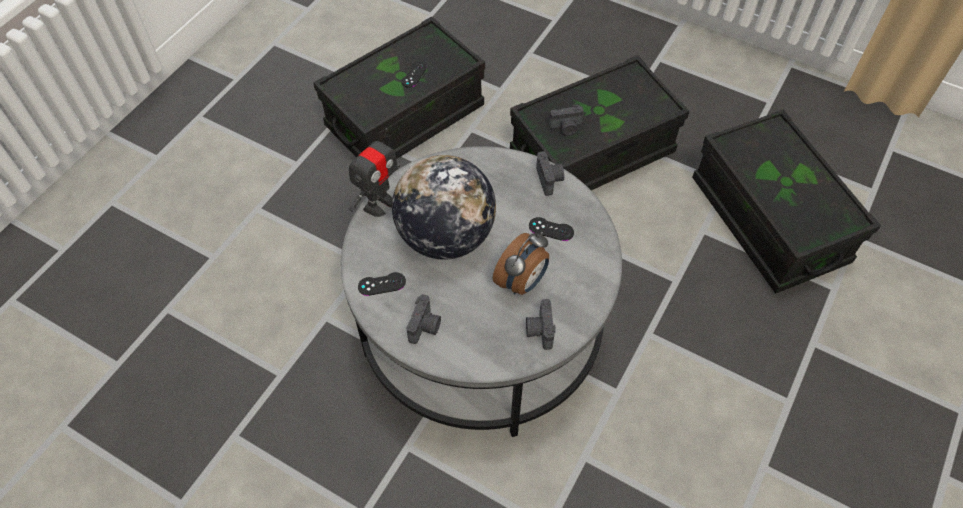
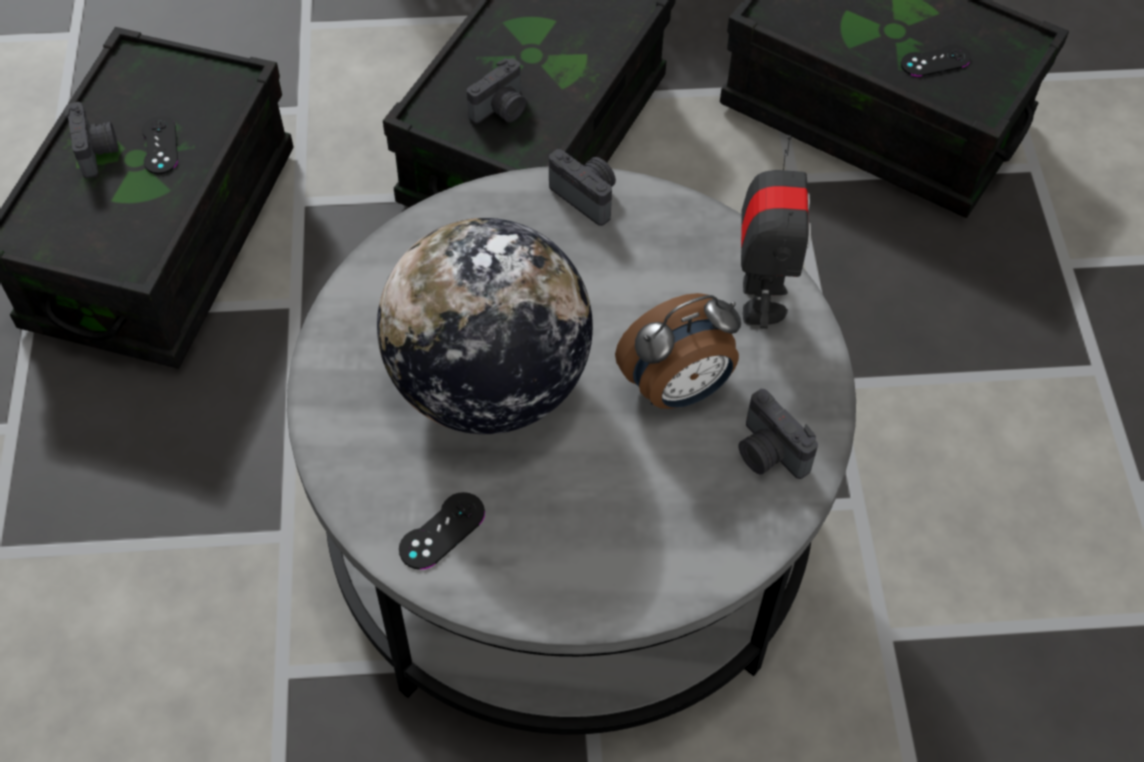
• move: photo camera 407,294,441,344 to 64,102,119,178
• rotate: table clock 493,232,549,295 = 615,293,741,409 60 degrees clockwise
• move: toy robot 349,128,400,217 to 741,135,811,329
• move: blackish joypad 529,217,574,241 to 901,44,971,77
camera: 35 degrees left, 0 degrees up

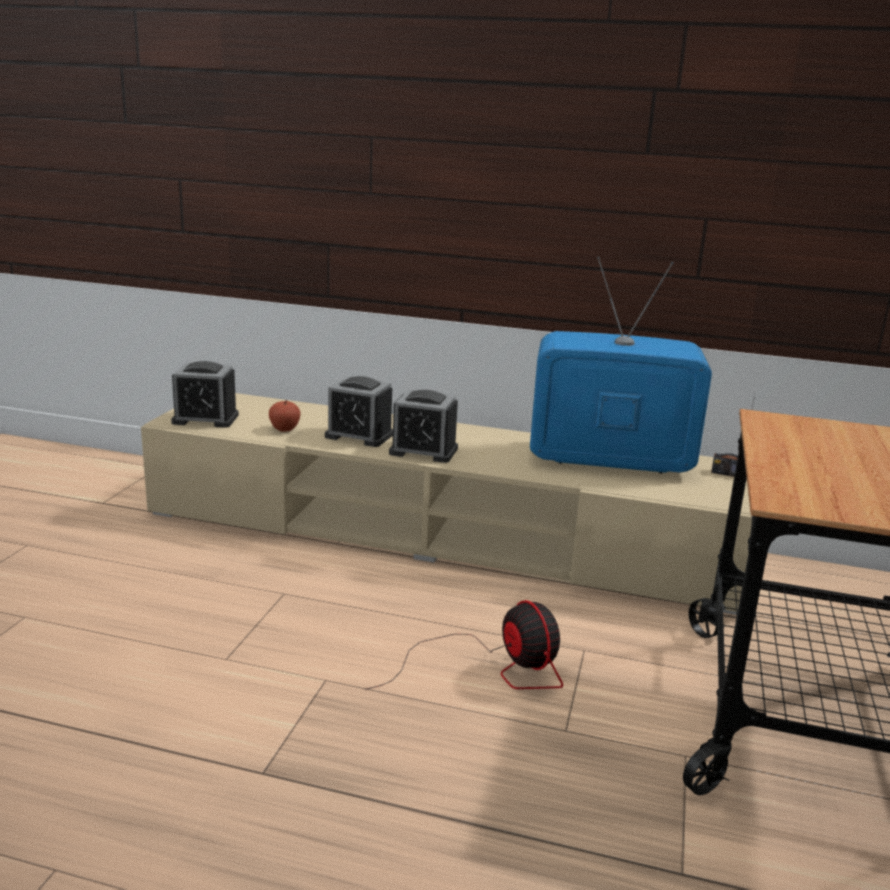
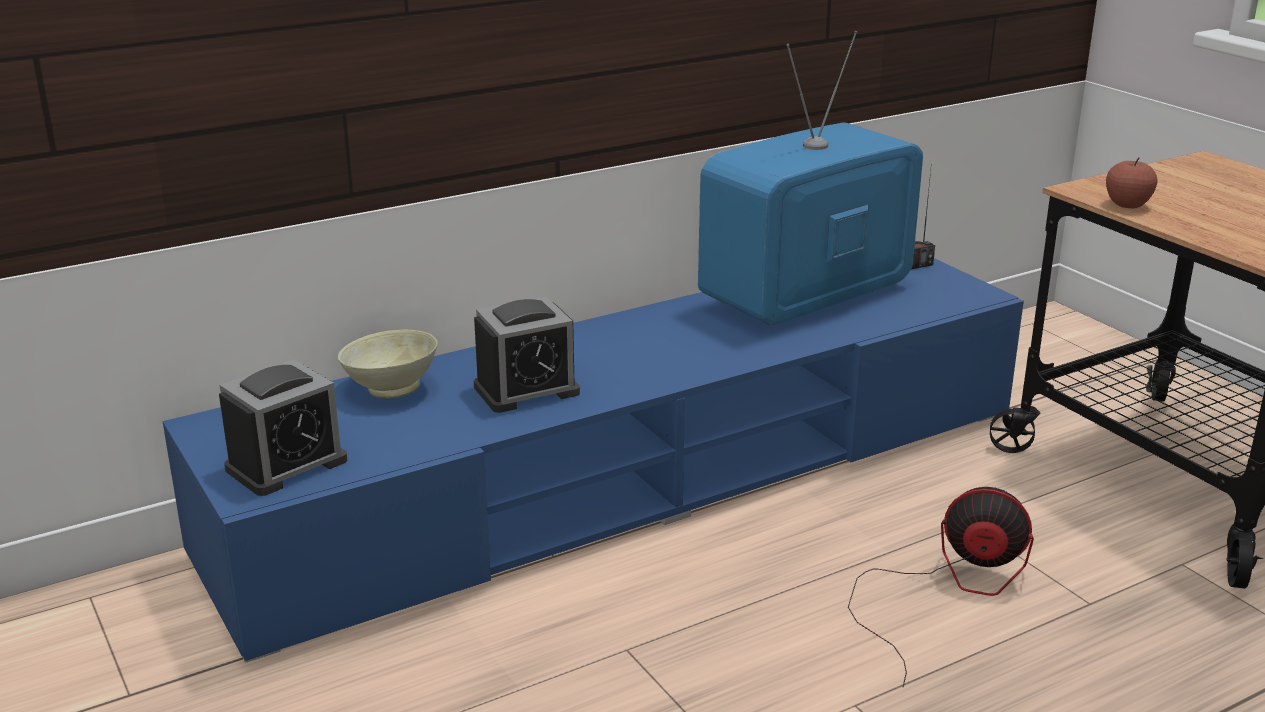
• recolor: beige-coloured tv unit 141,393,752,615 to blue-coloured tv unit 163,258,1024,663
• insert: beige-coloured deep dish 338,330,438,399
• move: apple fruit 269,400,300,432 to 1106,158,1157,208
• delete: table clock 389,390,458,463
camera: 45 degrees left, 5 degrees up

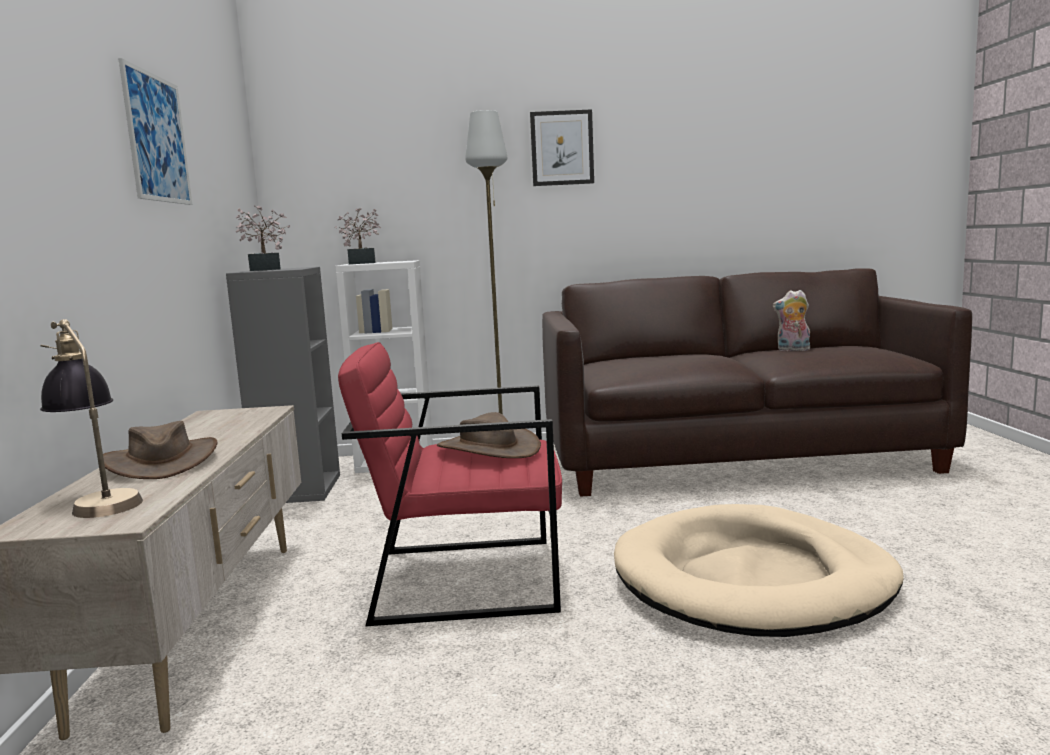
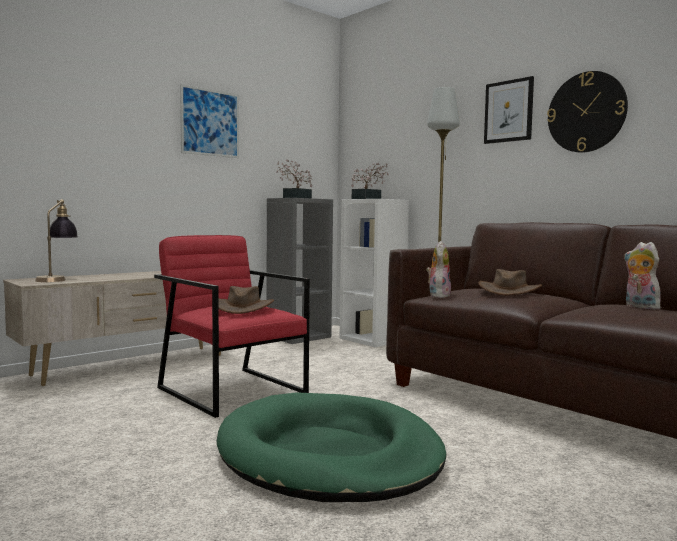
• recolor: beige-coloured dog cushion 614,504,904,637 to greenish dog cushion 216,392,446,502
• insert: plush toy 426,241,451,298
• move: brownish hat 103,421,217,479 to 478,269,542,295
• insert: hanging clock 547,71,628,153
camera: 50 degrees right, 5 degrees down

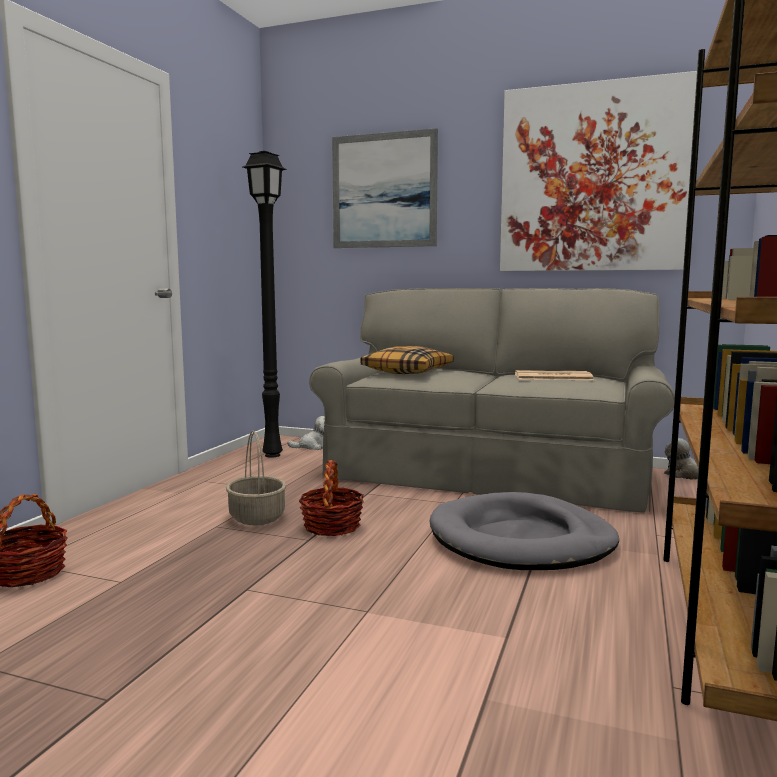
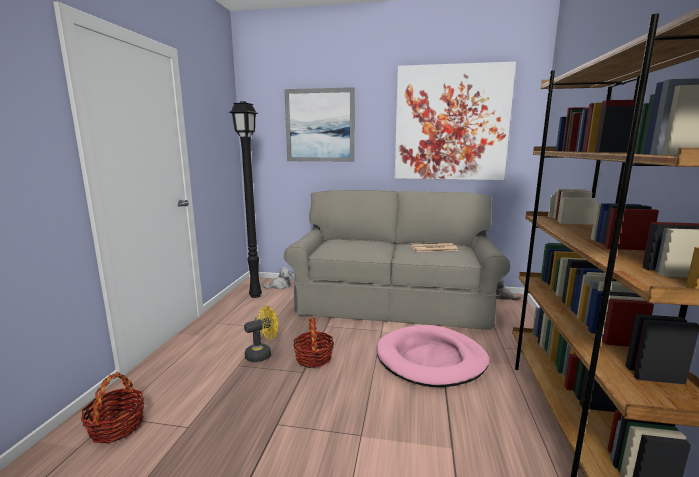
• replace: storage basket 226,431,286,525 to yellow fan 244,306,278,362
• recolor: gray dog cushion 430,492,619,570 to pink-coloured dog cushion 377,325,489,387
• delete: throw pillow 360,346,454,374
camera: 10 degrees left, 5 degrees up

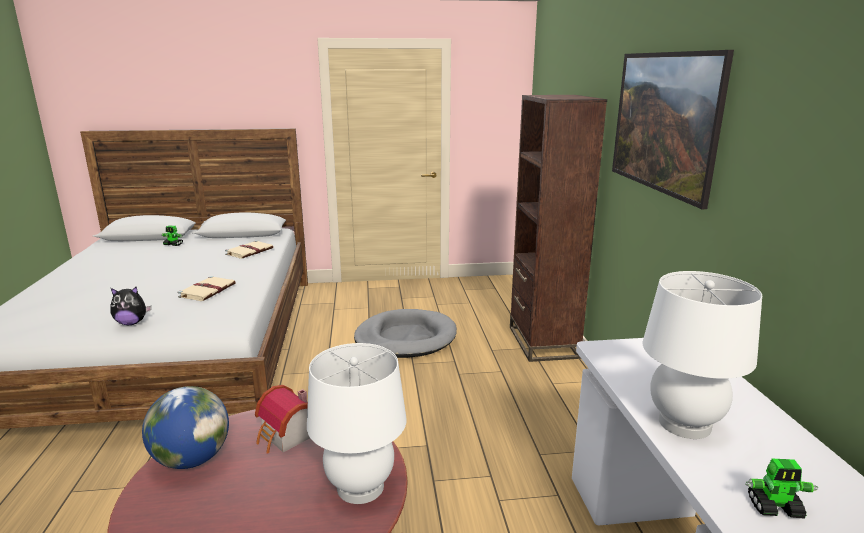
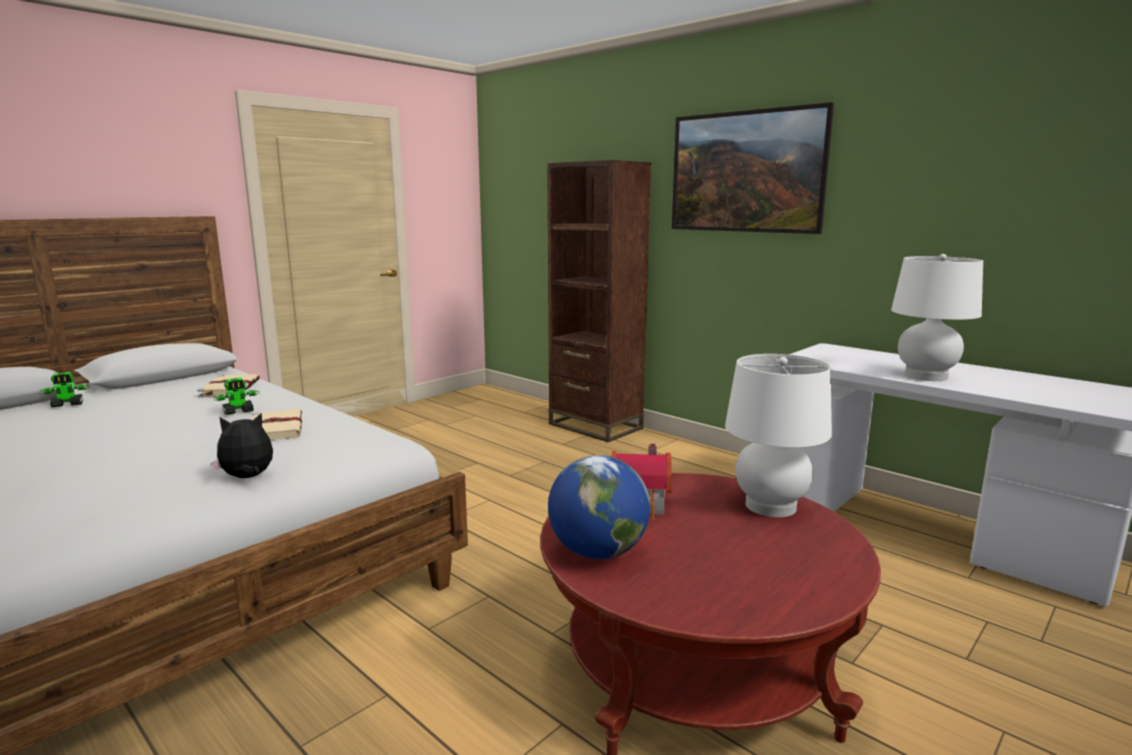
• rotate: plush toy 110,287,151,325 = 210,413,273,478 150 degrees counterclockwise
• move: toy robot 745,459,818,519 to 213,378,260,415
• delete: gray dog cushion 354,309,457,358
camera: 40 degrees left, 5 degrees down

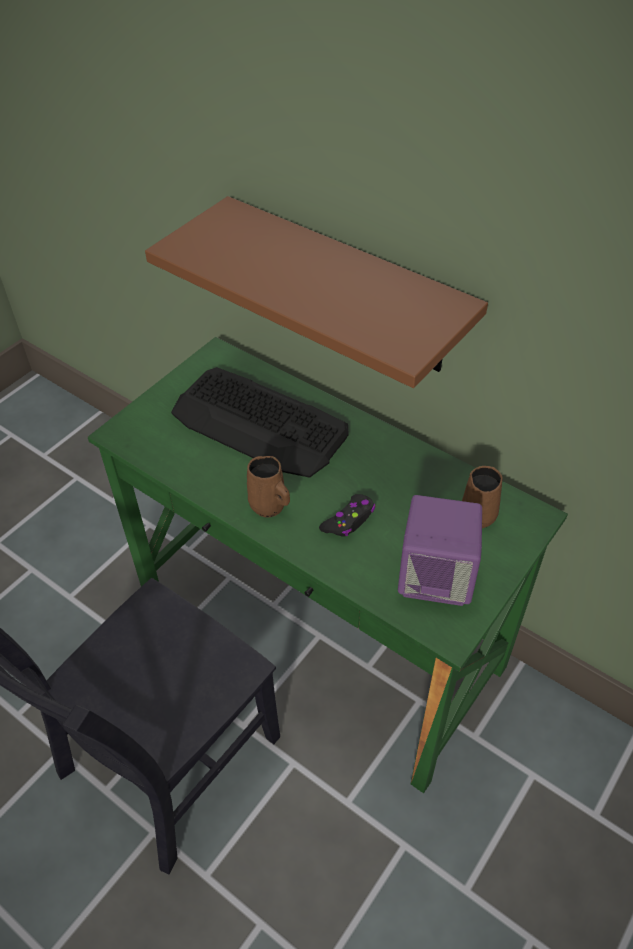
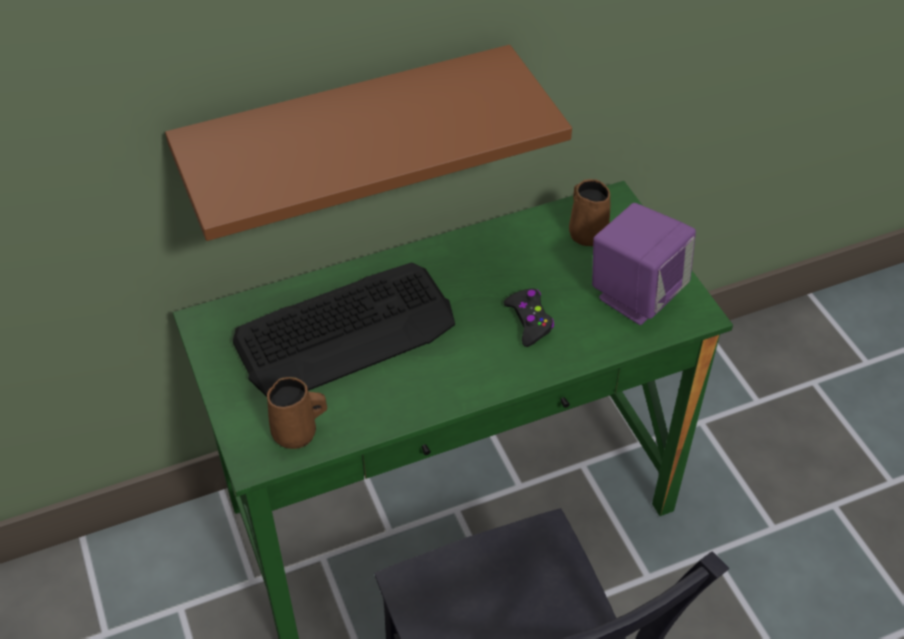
• move: brownish tea mug 247,456,290,518 to 267,377,327,449
camera: 60 degrees left, 0 degrees up

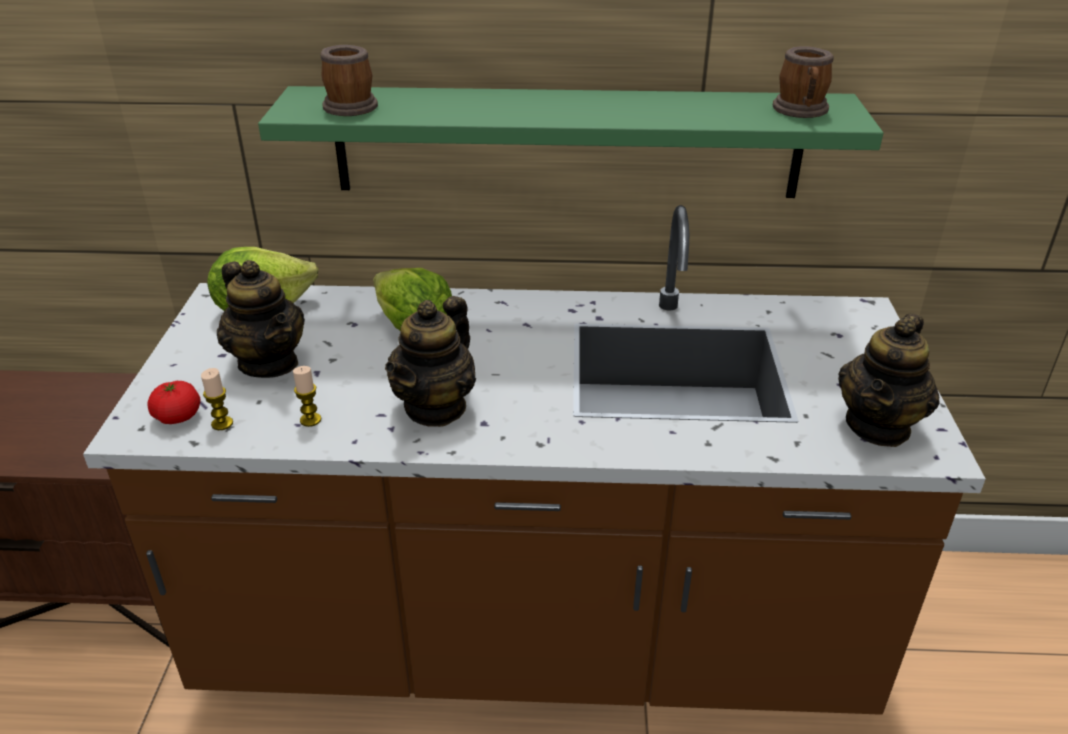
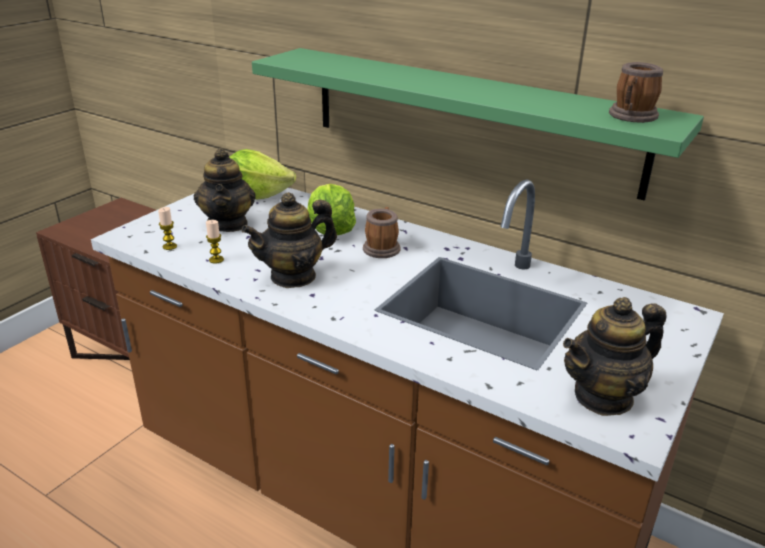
• move: tea mug 320,45,378,116 to 363,207,400,258
• delete: fresh tomato 147,381,201,424
camera: 30 degrees right, 5 degrees down

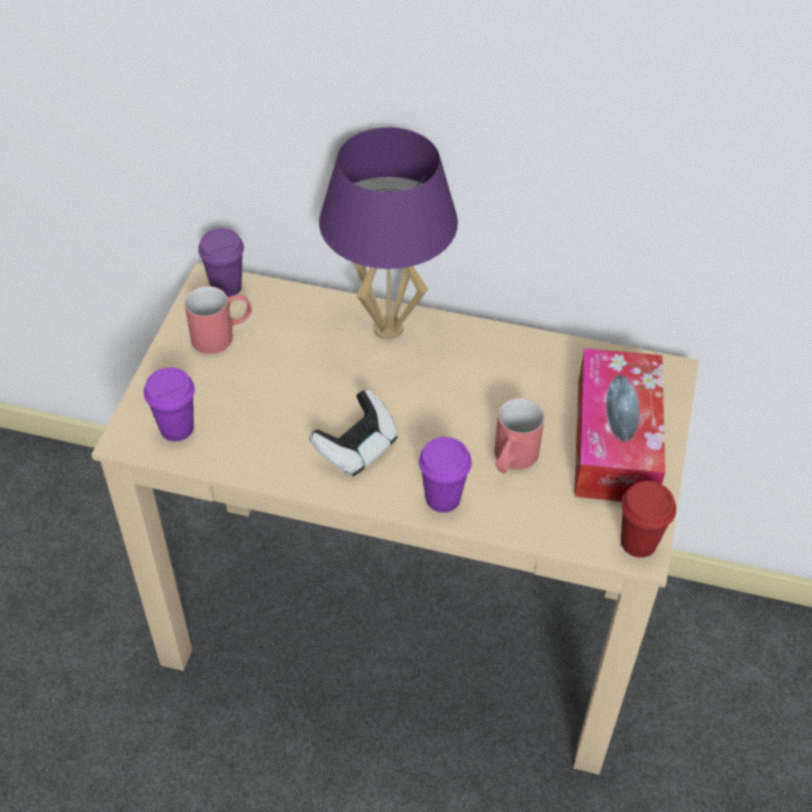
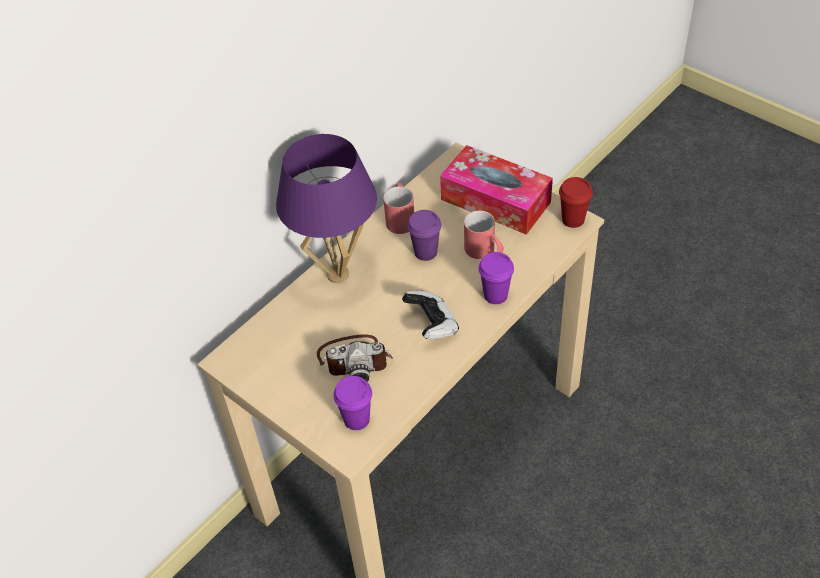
• insert: photo camera 317,334,393,382
• move: red tea mug 184,286,252,354 to 383,183,414,234
• move: purple-coloured small cup 198,228,244,297 to 407,210,441,261
camera: 60 degrees left, 0 degrees up

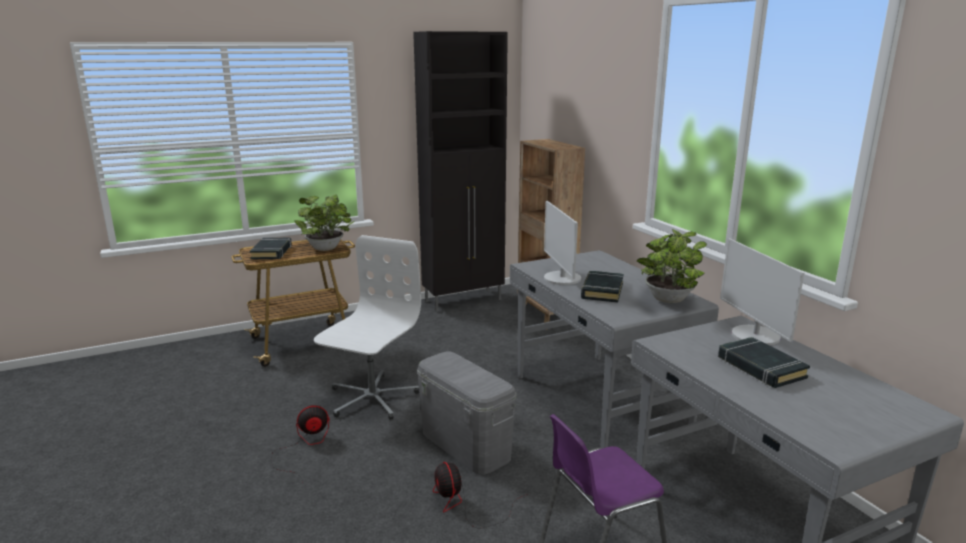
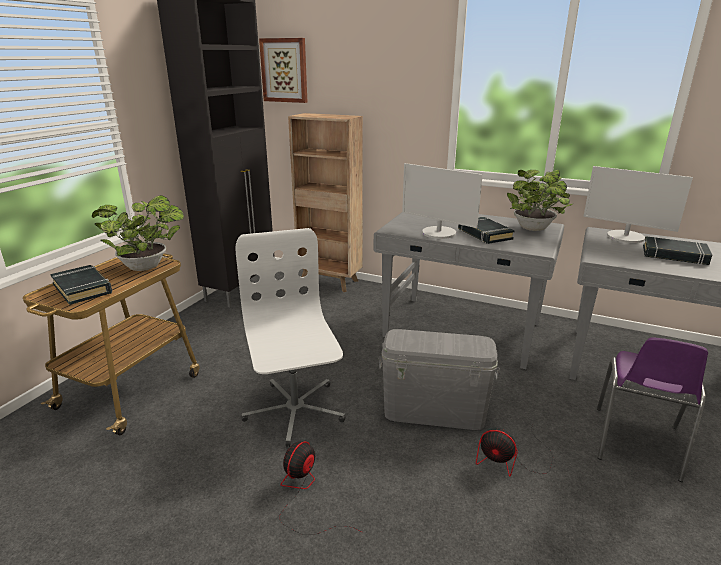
• insert: picture 259,38,308,103
camera: 40 degrees left, 5 degrees up

